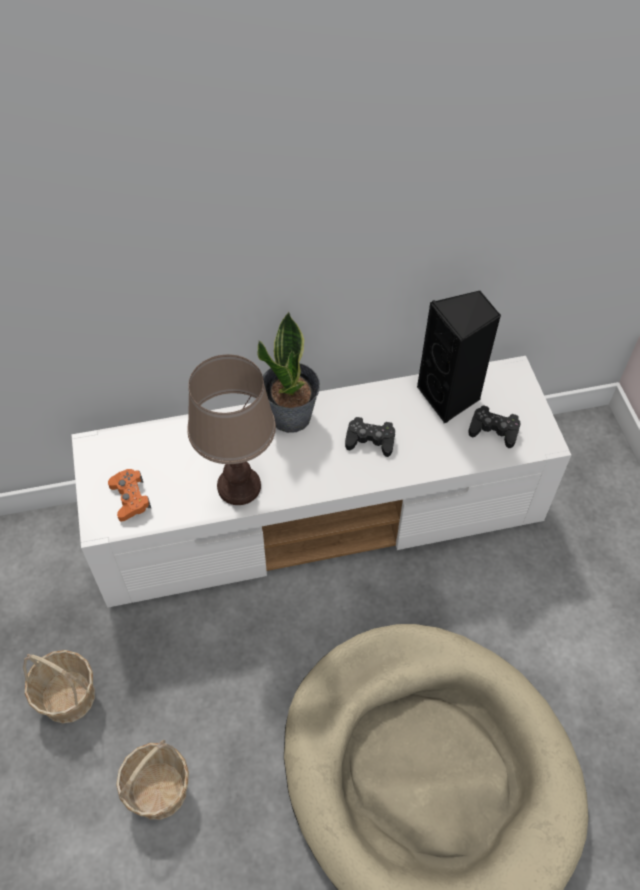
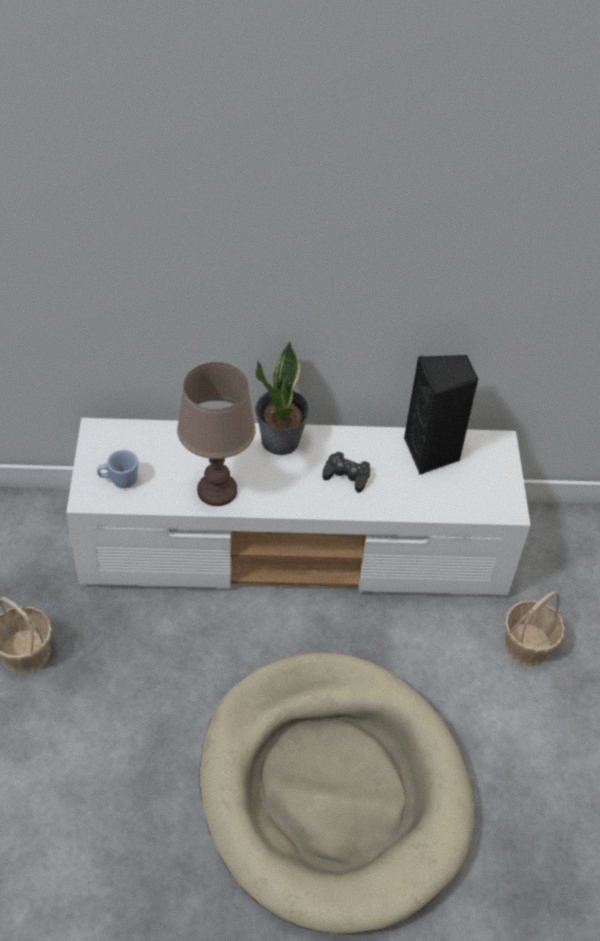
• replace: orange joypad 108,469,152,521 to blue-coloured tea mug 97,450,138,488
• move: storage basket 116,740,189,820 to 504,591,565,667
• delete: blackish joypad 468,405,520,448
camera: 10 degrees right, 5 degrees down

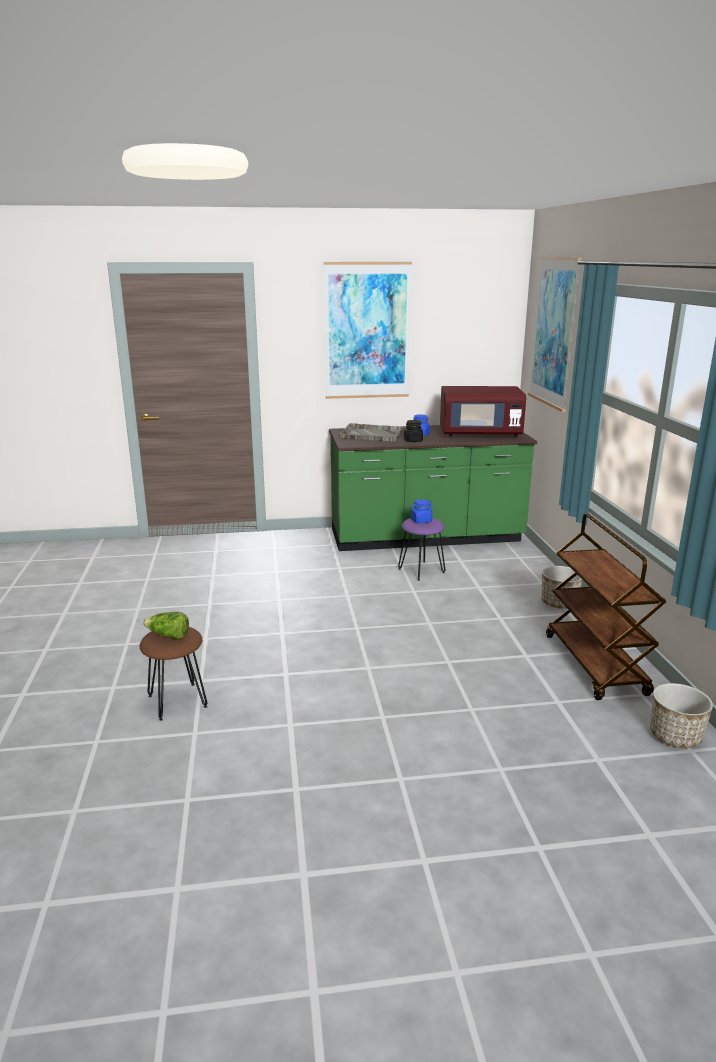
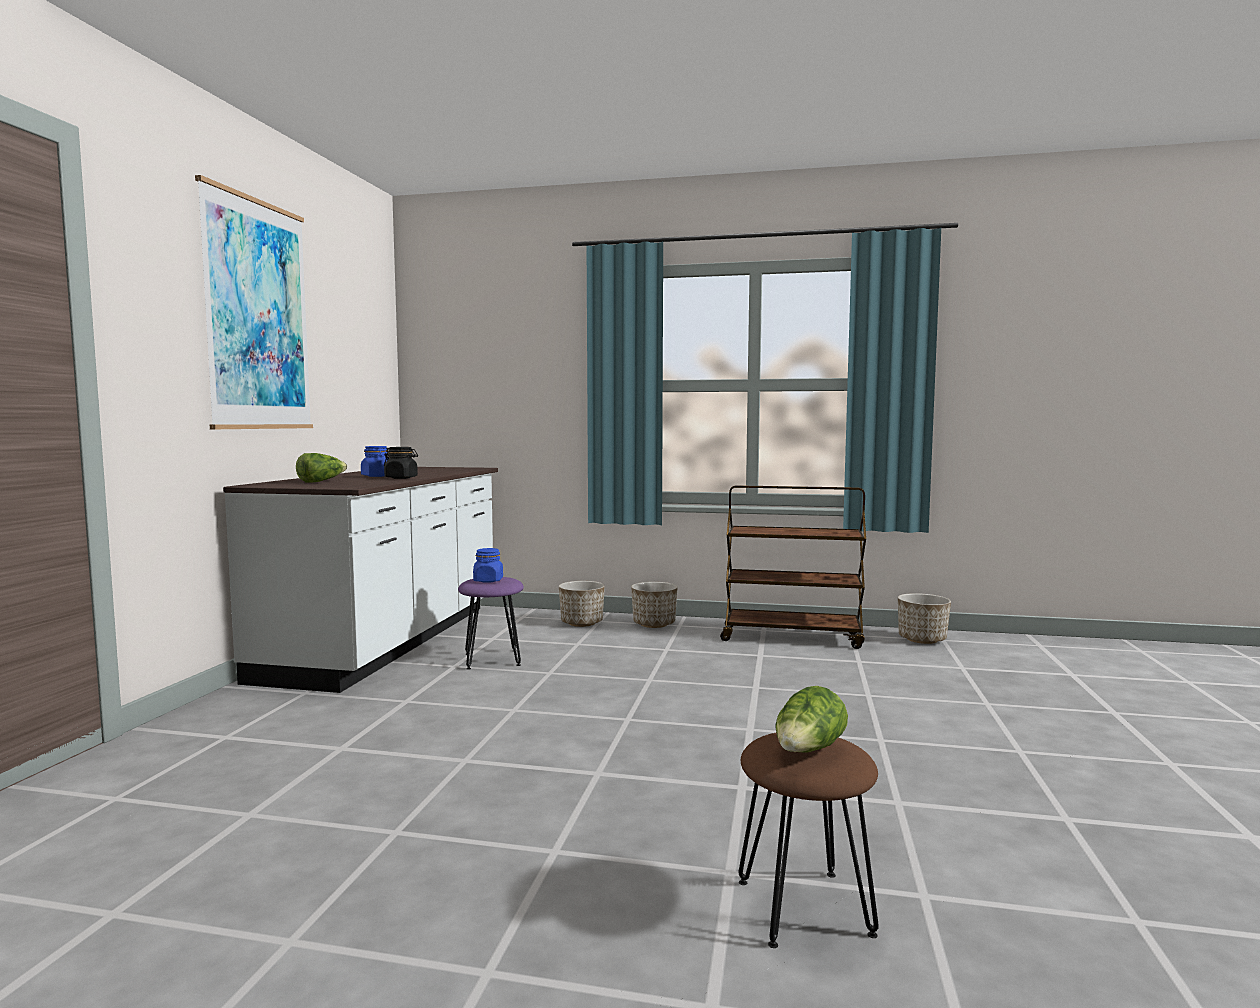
• recolor: greenish counter 329,425,537,551 to white-coloured counter 223,467,498,693
• replace: gray serving tray 339,423,404,442 to lettuce 296,453,347,483
• insert: plant pot 559,581,605,627
• delete: red kitchen microwave 440,386,526,437
• delete: picture 528,257,582,412
camera: 70 degrees left, 15 degrees down

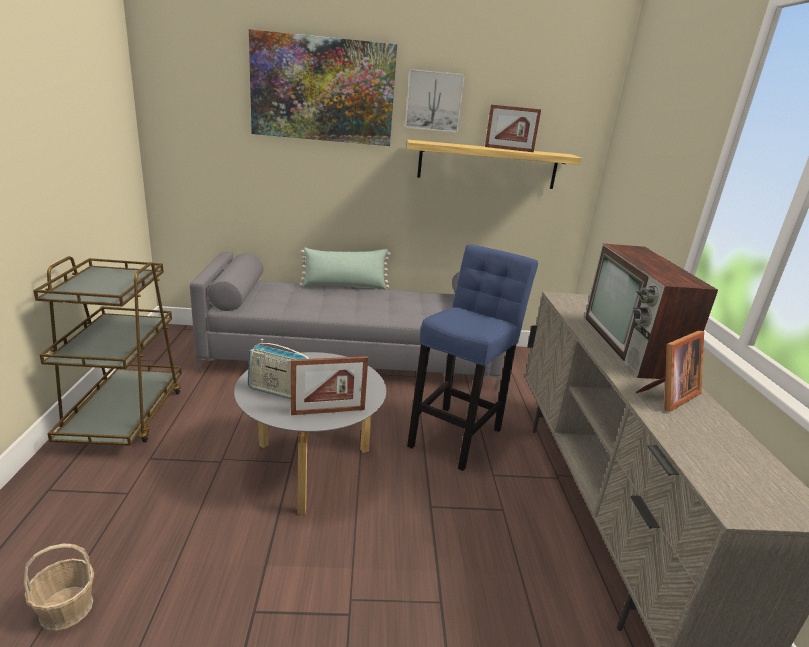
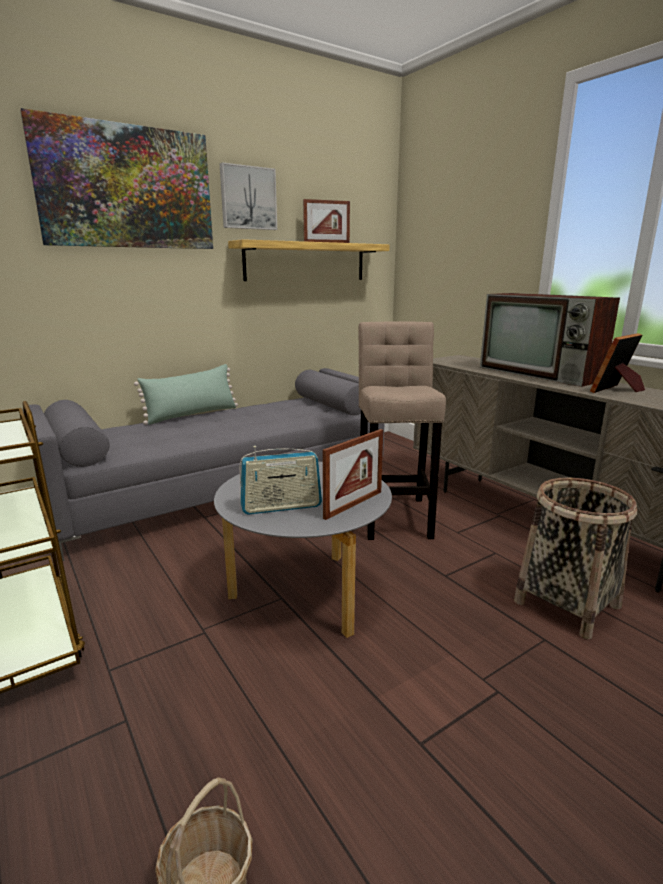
• recolor: blue-coloured sitting stool 407,244,538,471 to beige-coloured sitting stool 358,322,446,540
• insert: storage basket 514,478,637,639
• rotate: photo frame 635,331,704,412 = 590,333,645,393 150 degrees counterclockwise
camera: 30 degrees left, 5 degrees down

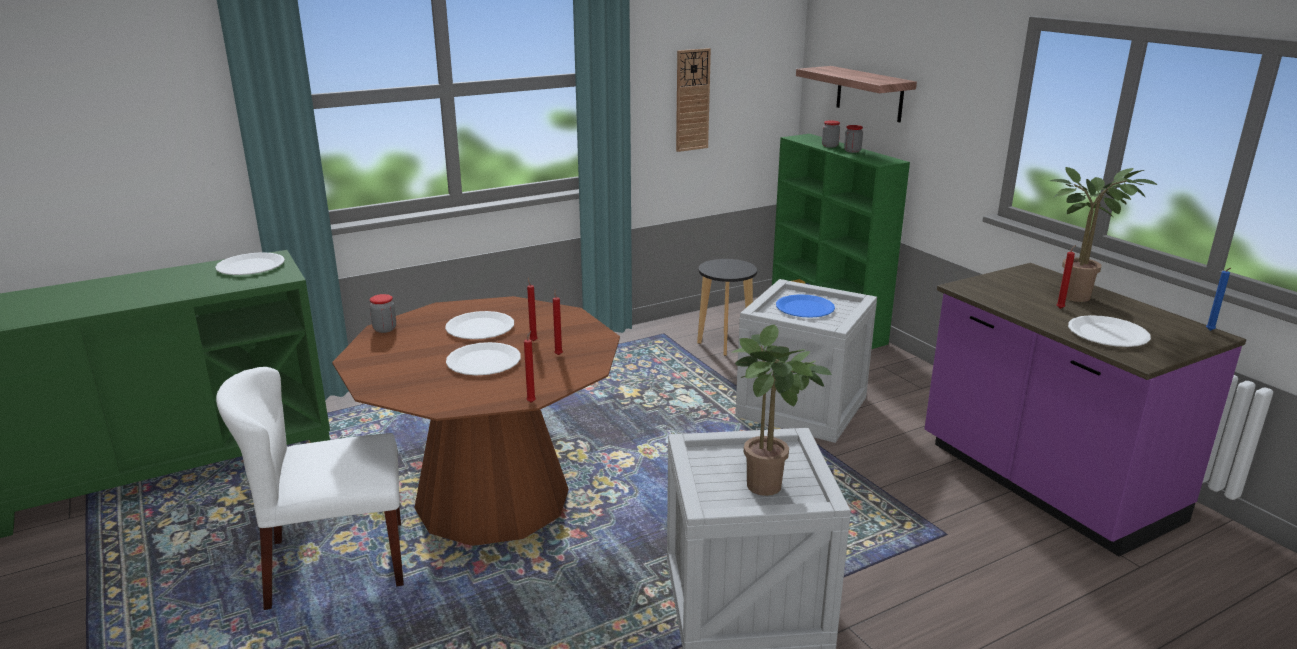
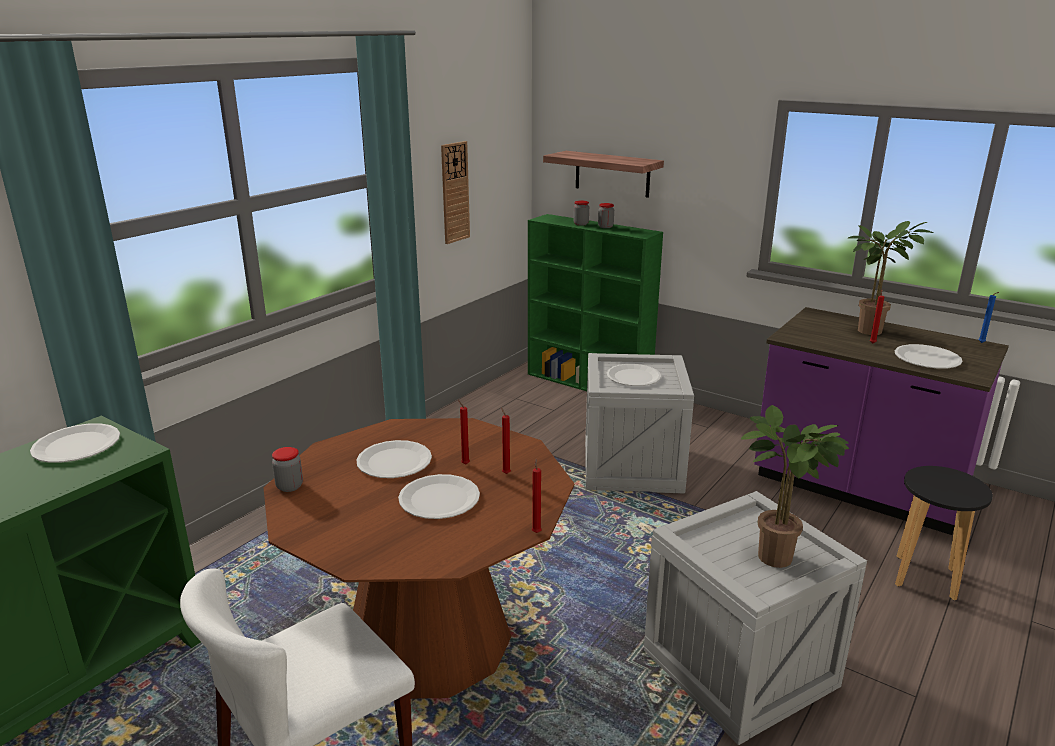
• recolor: blue-coloured flat dish 776,294,835,318 to white-coloured flat dish 607,364,661,386
• move: blackish sitting stool 697,259,757,356 to 895,466,993,600
camera: 25 degrees left, 0 degrees up

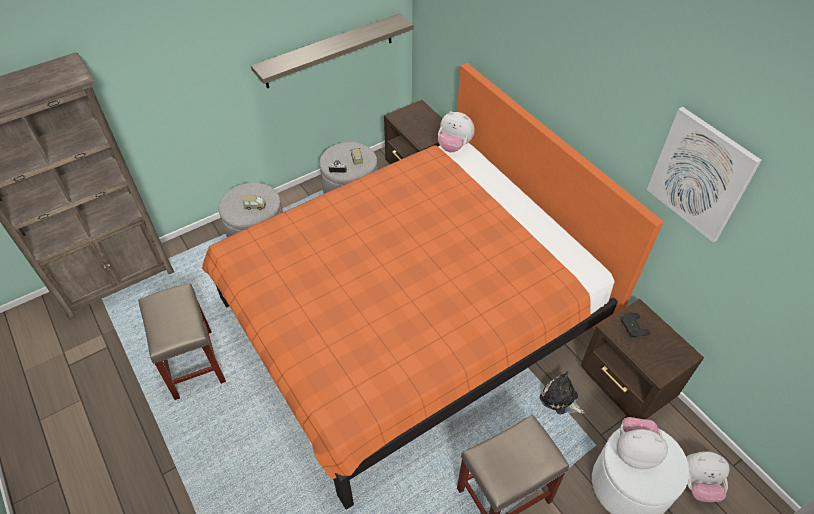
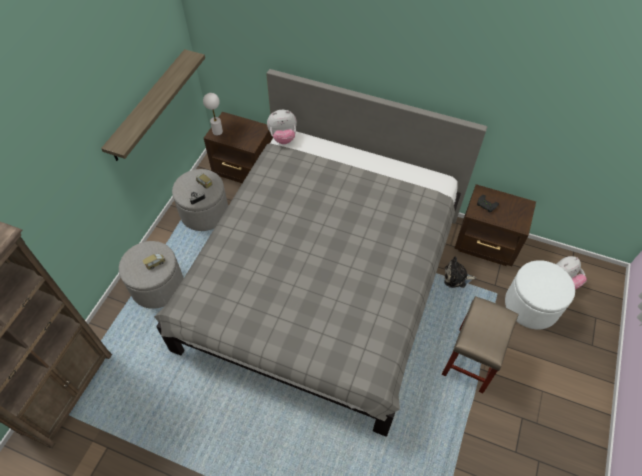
• recolor: orange bedroom bed 202,63,664,510 to gray bedroom bed 154,69,487,437
• insert: white-coloured tabletop lamp 203,93,223,136
• delete: beige-coloured sitting stool 138,283,226,400
• delete: plush toy 617,417,668,469
• delete: picture 647,107,762,242
camera: 35 degrees left, 5 degrees up

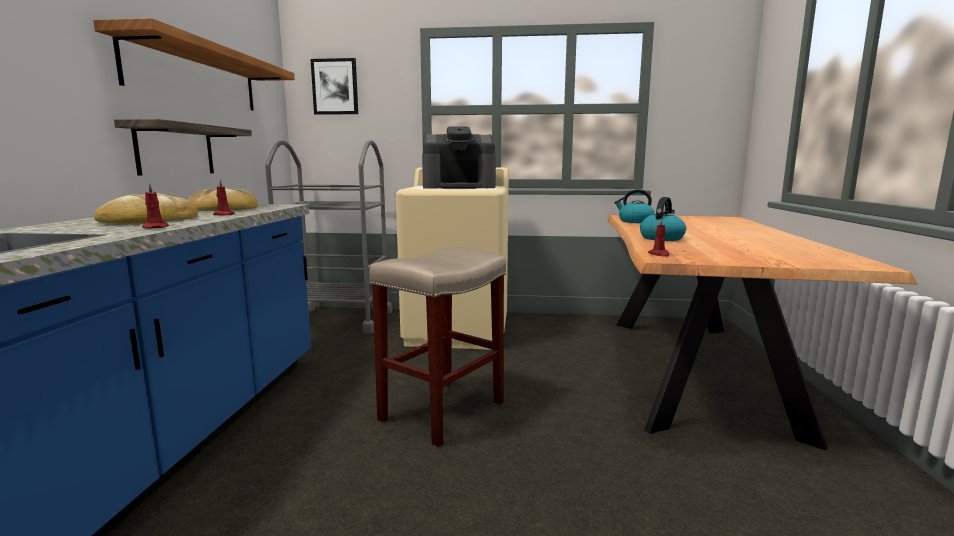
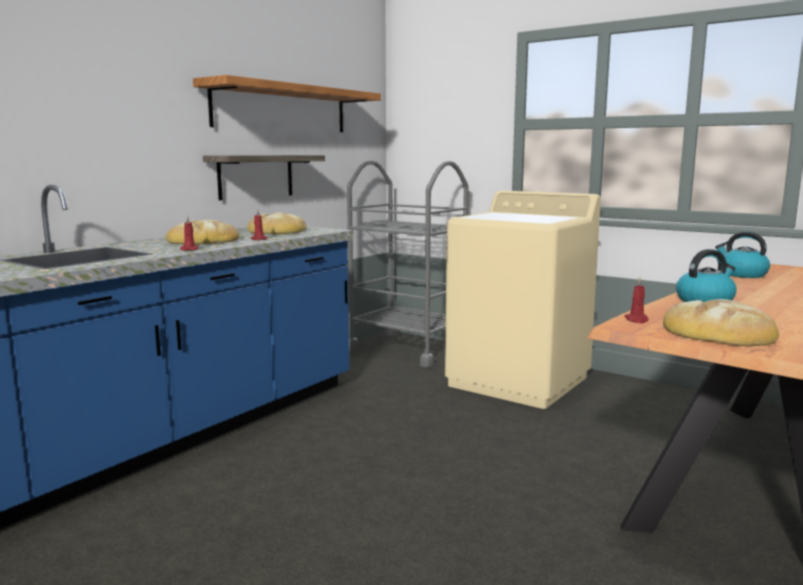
• insert: bakery bread 663,299,780,346
• delete: picture 310,58,358,115
• delete: beige-coloured sitting stool 369,247,506,447
• delete: coffee brewer 422,126,496,189
camera: 30 degrees right, 0 degrees up

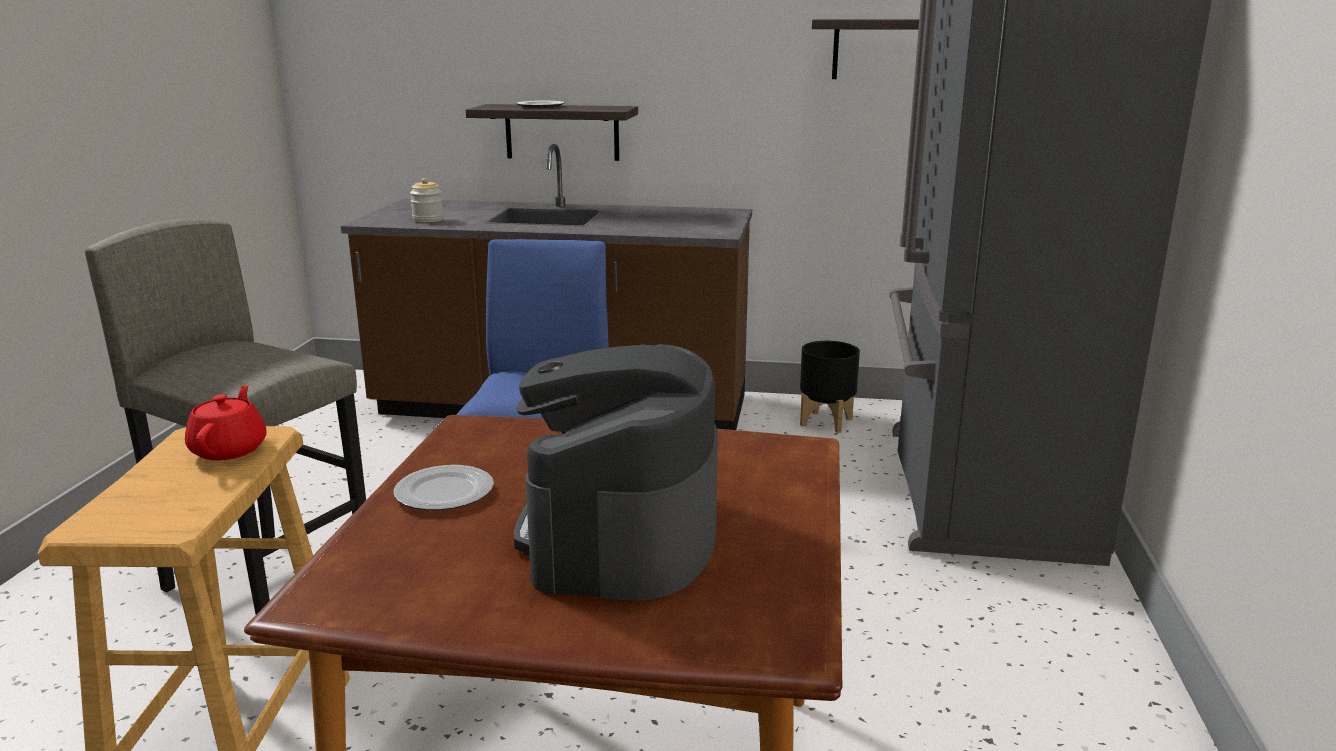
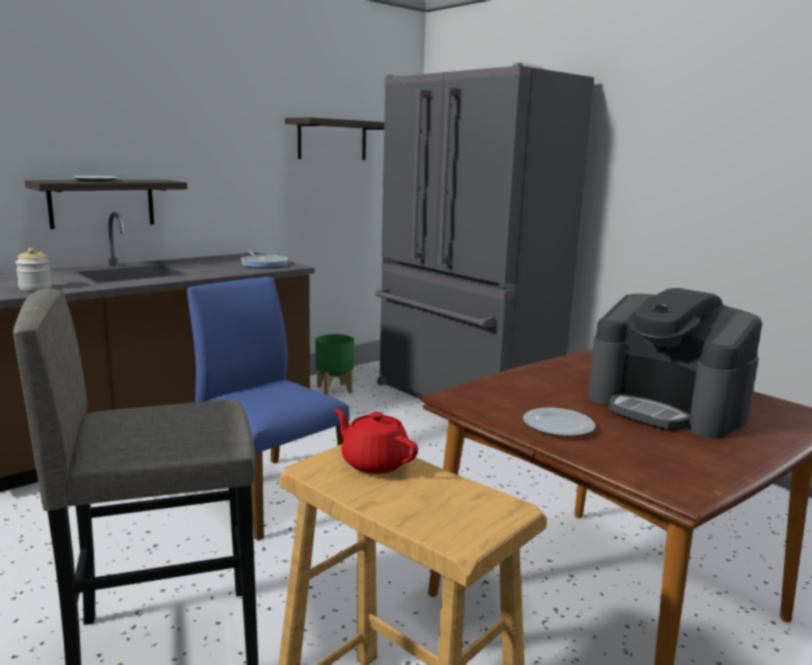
• insert: frying pan 241,250,288,268
• recolor: blackish plant pot 800,341,860,433 to greenish plant pot 315,334,354,395
camera: 50 degrees left, 5 degrees down

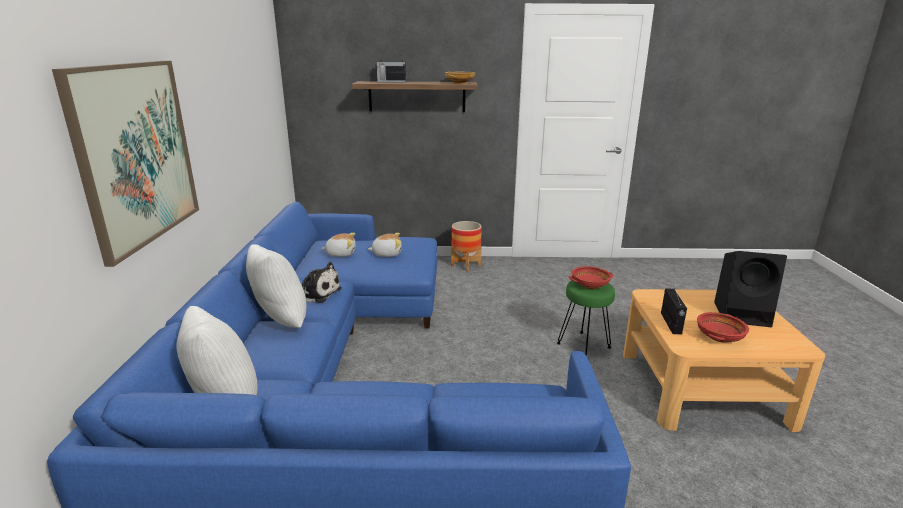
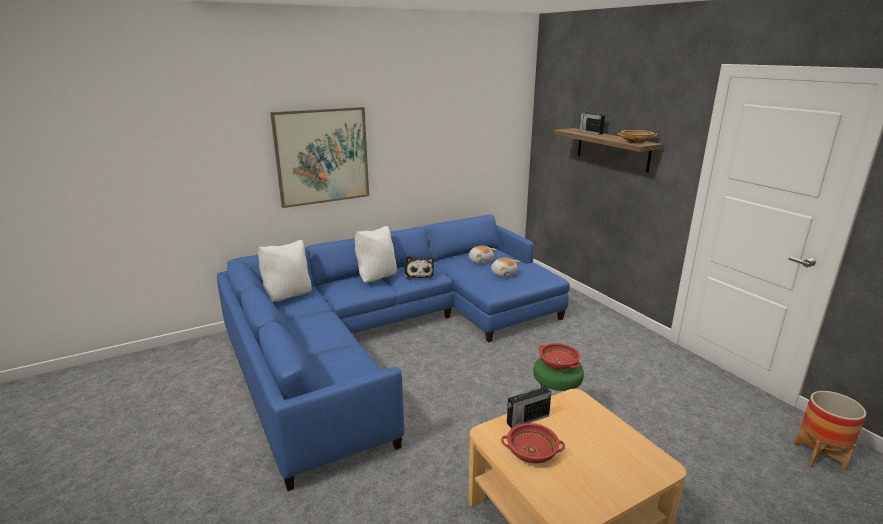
• move: plant pot 451,221,482,272 to 794,391,866,471
• delete: blackish speaker 714,251,787,327
camera: 60 degrees right, 0 degrees up

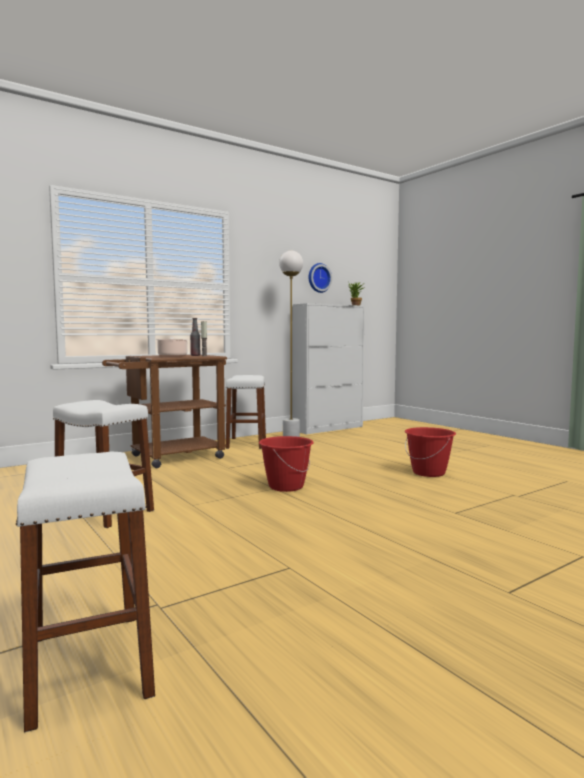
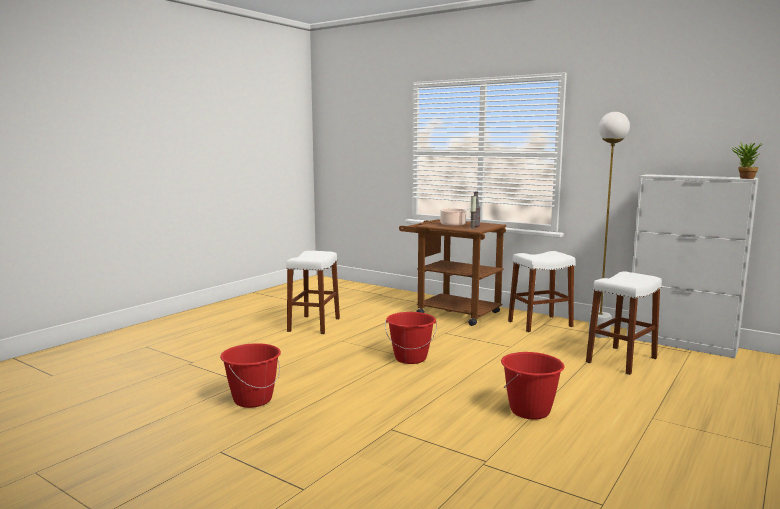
• insert: red pail 220,343,281,408
• move: white-coloured sitting stool 16,452,155,732 to 586,271,662,375
• delete: hanging clock 309,263,332,293
camera: 70 degrees right, 5 degrees up

